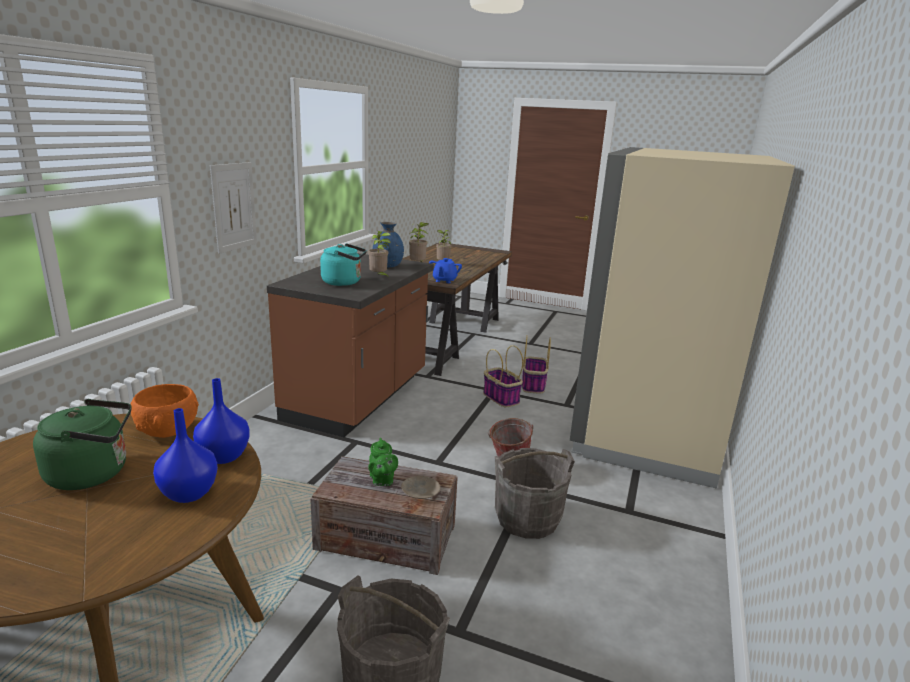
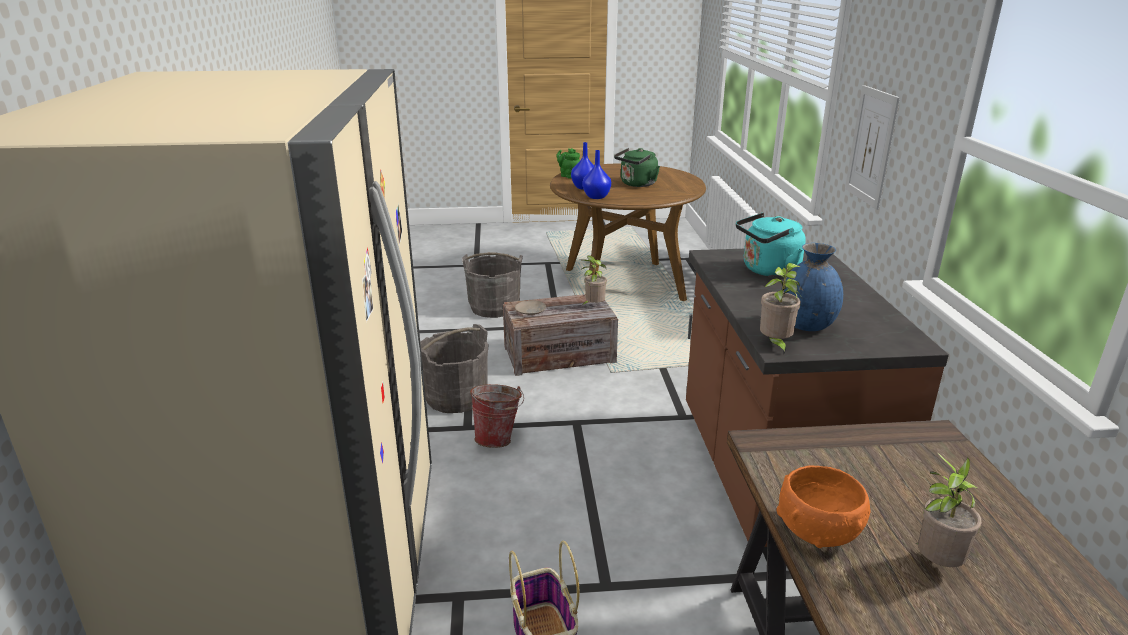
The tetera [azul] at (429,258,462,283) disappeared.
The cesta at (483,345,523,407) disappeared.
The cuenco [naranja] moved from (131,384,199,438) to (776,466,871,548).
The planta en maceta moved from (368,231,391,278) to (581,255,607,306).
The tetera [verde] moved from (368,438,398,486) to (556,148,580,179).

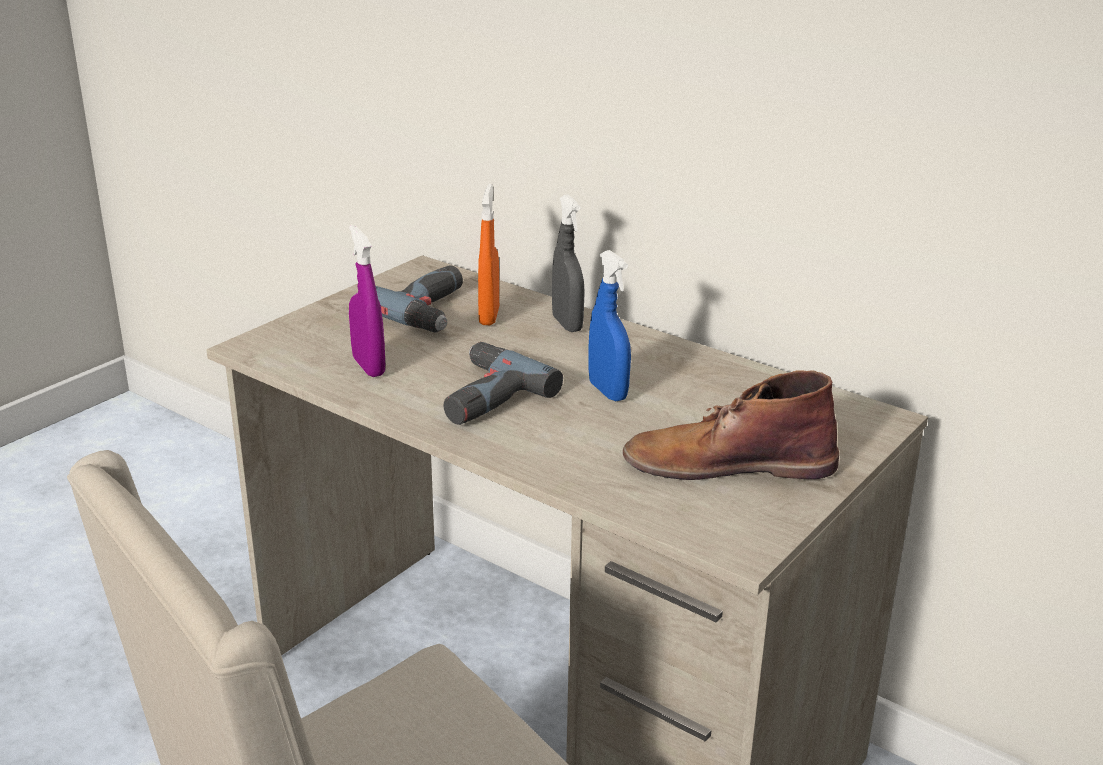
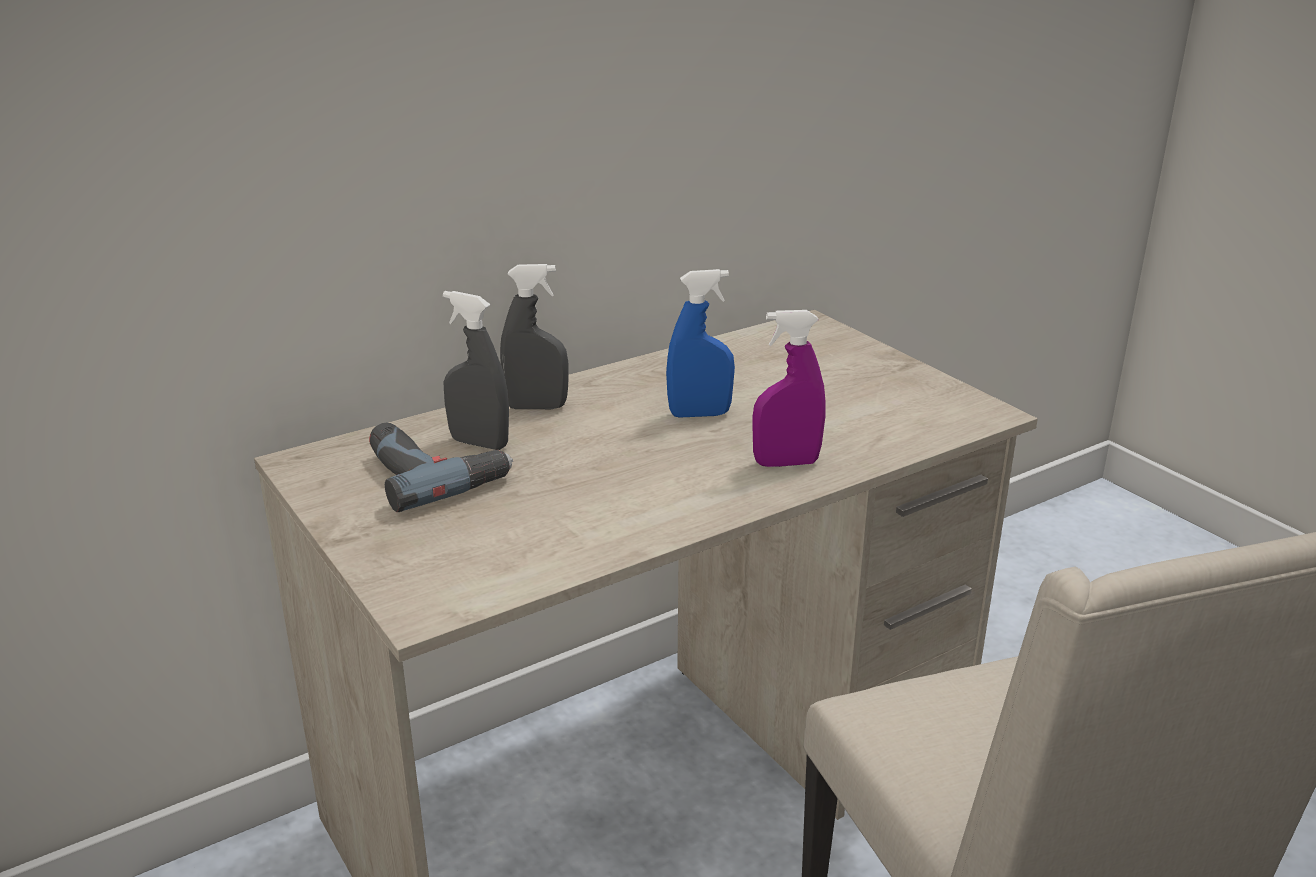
The taladro at (443,342,563,425) disappeared.
The bota [marrón] at (623,370,839,480) disappeared.
The pulverizador [morado] moved from (349,225,385,377) to (752,310,825,467).
The pulverizador [naranja] at (478,184,499,325) became the pulverizador [gris] at (443,291,509,450).

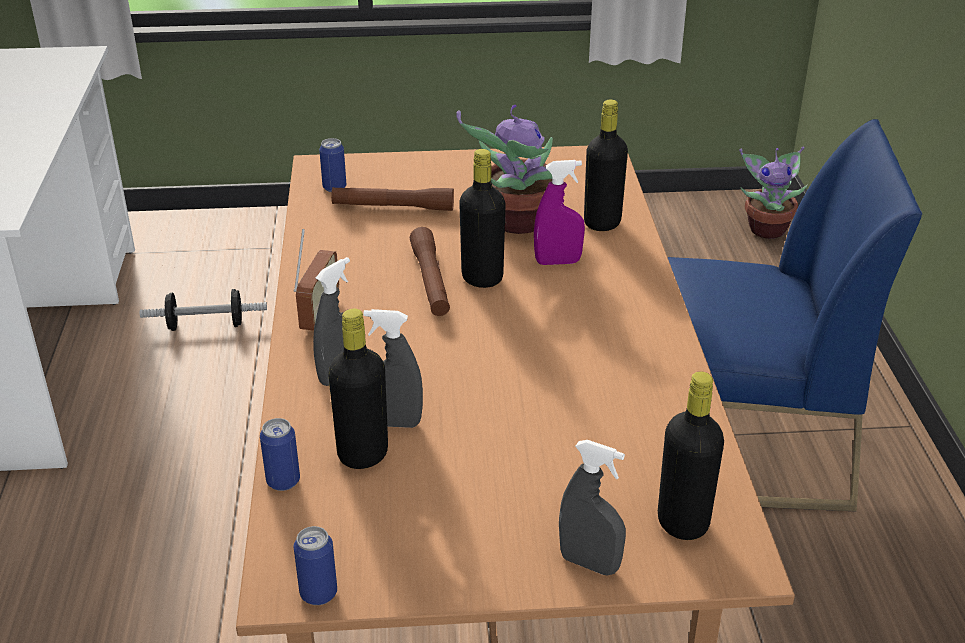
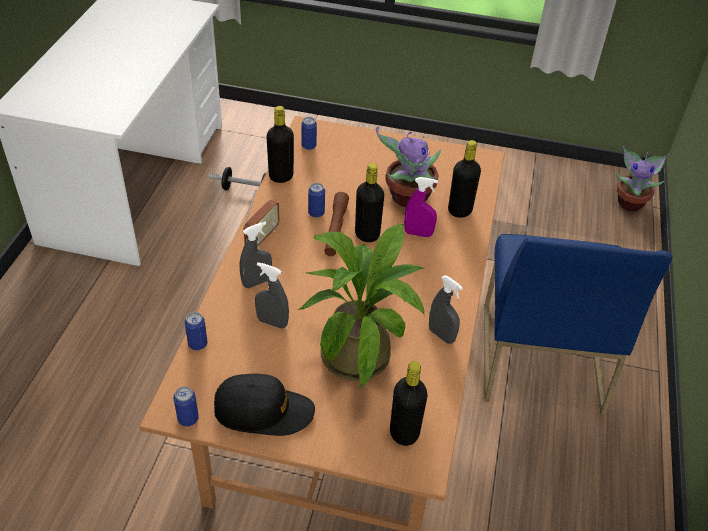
The linterna [marrón] at (331,187,454,211) disappeared.
The gorra [negro] at (214,374,315,436) appeared.
The planta en maceta at (299,224,425,388) appeared.
The lata at (308,183,325,218) appeared.
The botella [negro] moved from (328,309,388,469) to (266,106,294,183).
The pulverizador [gris] moved from (559,440,626,576) to (429,275,463,344).
The silla [azul] at (668,119,922,511) turned 75 degrees clockwise.

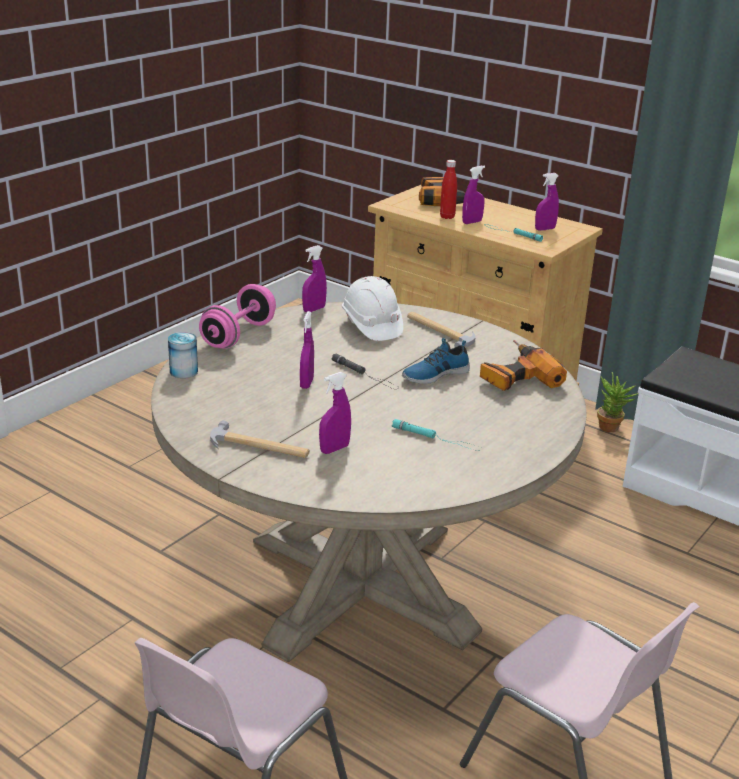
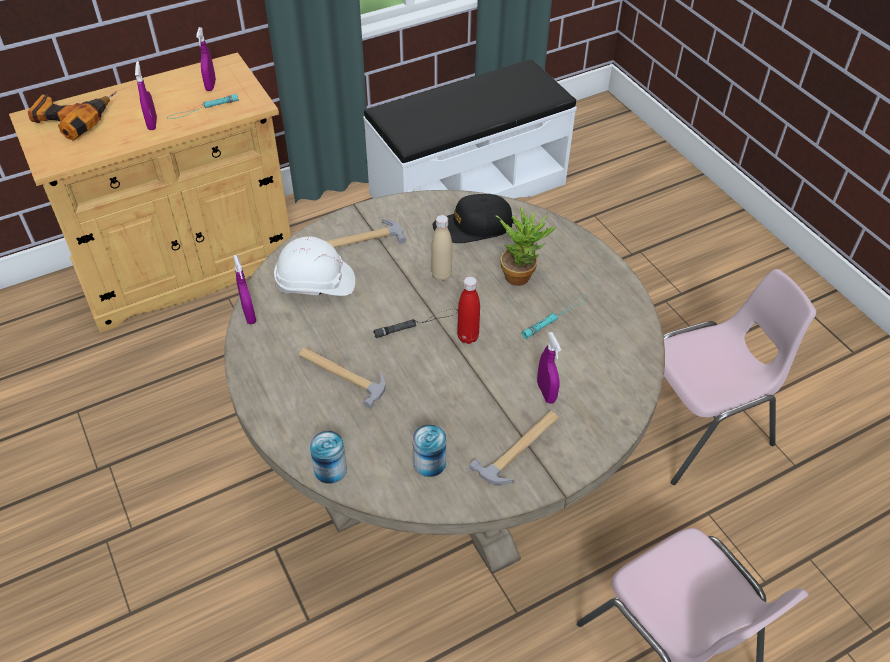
The mancuerna [rosa] at (199,284,276,349) disappeared.
The pulverizador [morado] at (300,311,314,389) disappeared.
The martillo at (299,347,386,408) appeared.
The lata at (413,424,446,477) appeared.
The botella [rojo] moved from (440,160,457,219) to (457,276,480,344).
The planta en maceta moved from (597,372,639,432) to (496,207,557,286).
The zapato at (402,338,470,384) was replaced by the botella [beis] at (431,215,452,282).
The taladro at (480,340,567,391) was replaced by the gorra [negro] at (433,194,514,243).

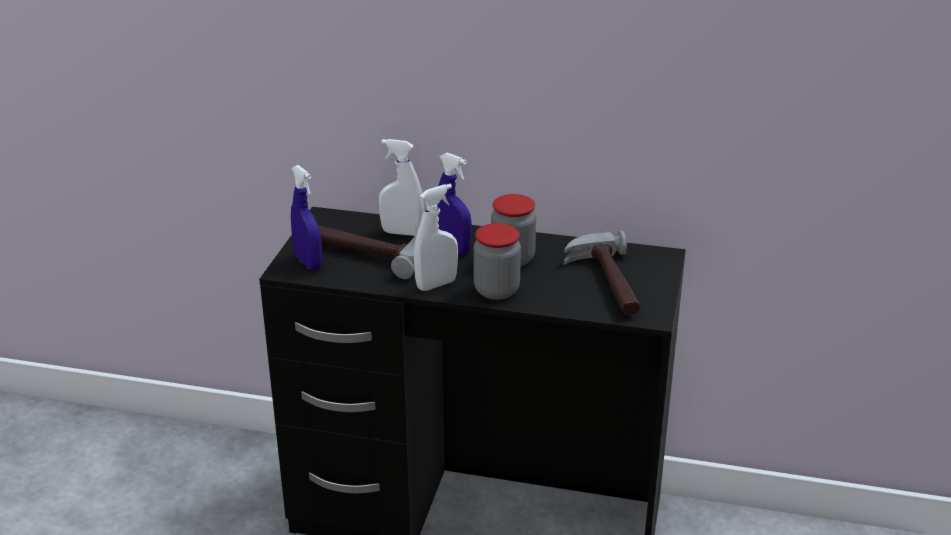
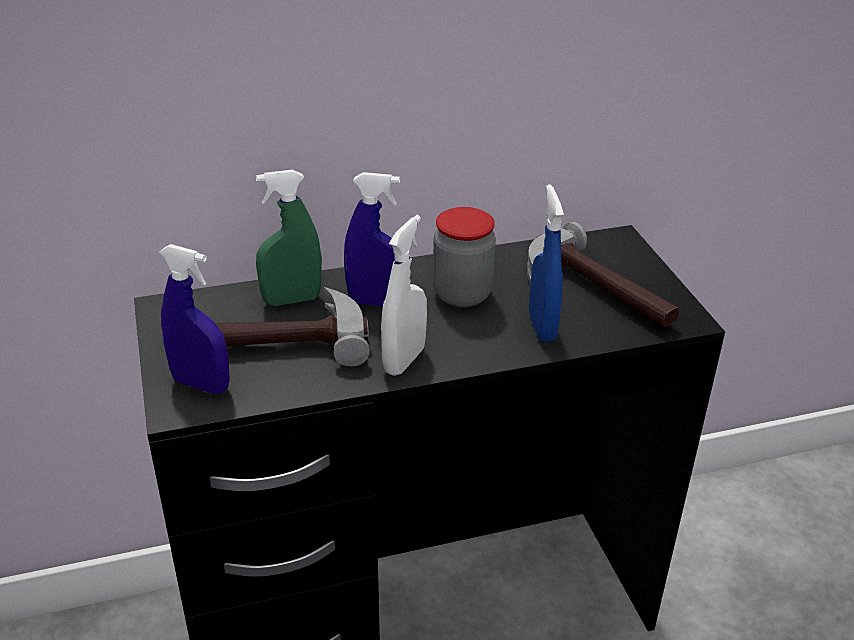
The tarro at (474,223,521,300) disappeared.
The pulverizador [azul] at (529,184,564,342) appeared.
The pulverizador [blanco] at (379,139,424,236) became the pulverizador [verde] at (256,170,322,306).

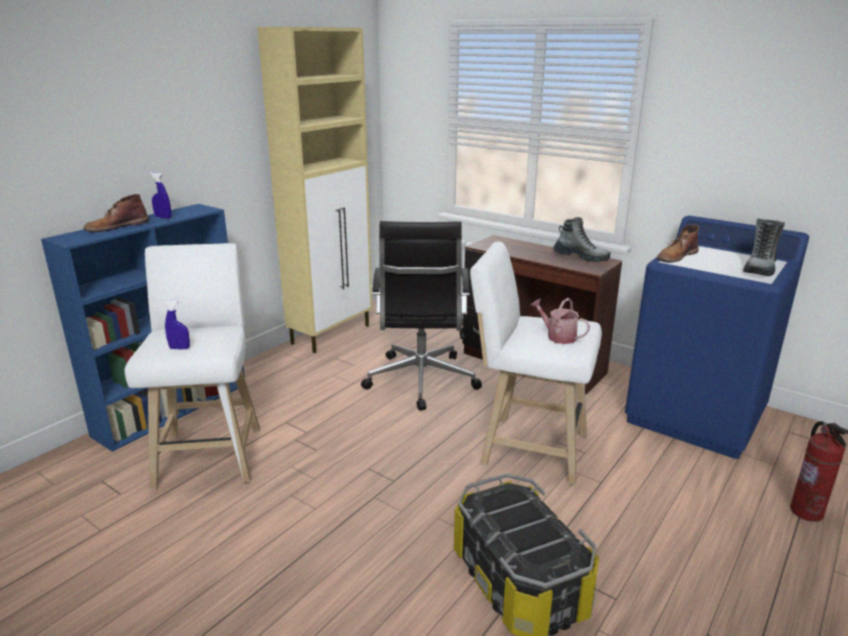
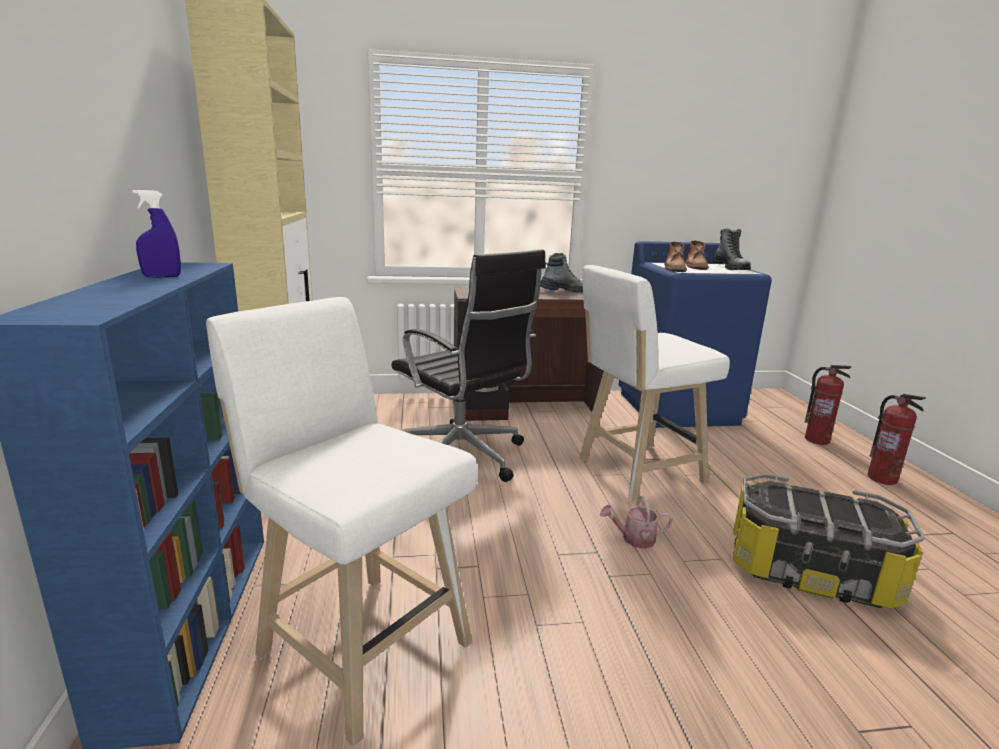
The pulverizador [azul] at (165,300,190,350) disappeared.
The extintor at (868,394,926,485) appeared.
The bota [marrón] moved from (83,194,149,232) to (685,240,709,270).
The regadera moved from (530,298,590,344) to (600,496,673,549).

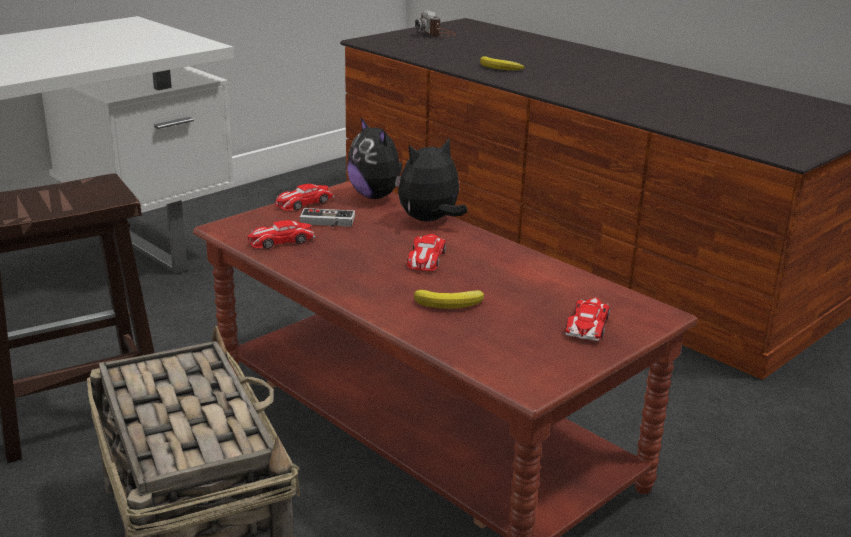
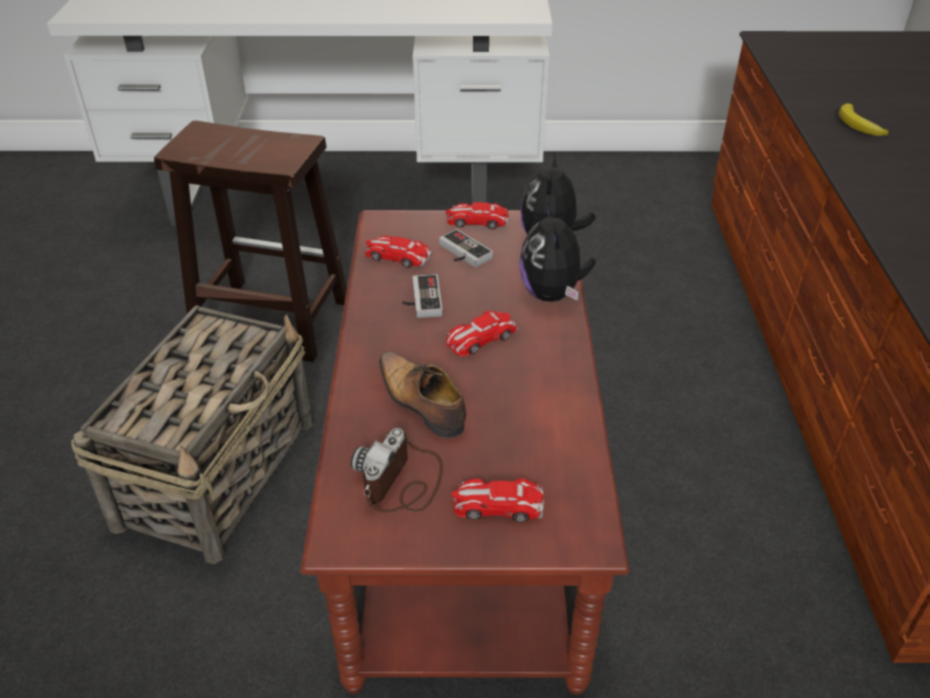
The mando de consola at (402,274,443,318) appeared.
The cámara moved from (415,10,456,37) to (351,428,443,512).
The plátano at (414,290,484,309) was replaced by the zapato at (379,351,466,438).
The peluche at (398,138,468,222) turned 105 degrees counterclockwise.
The coche de juguete at (565,298,610,341) turned 150 degrees counterclockwise.

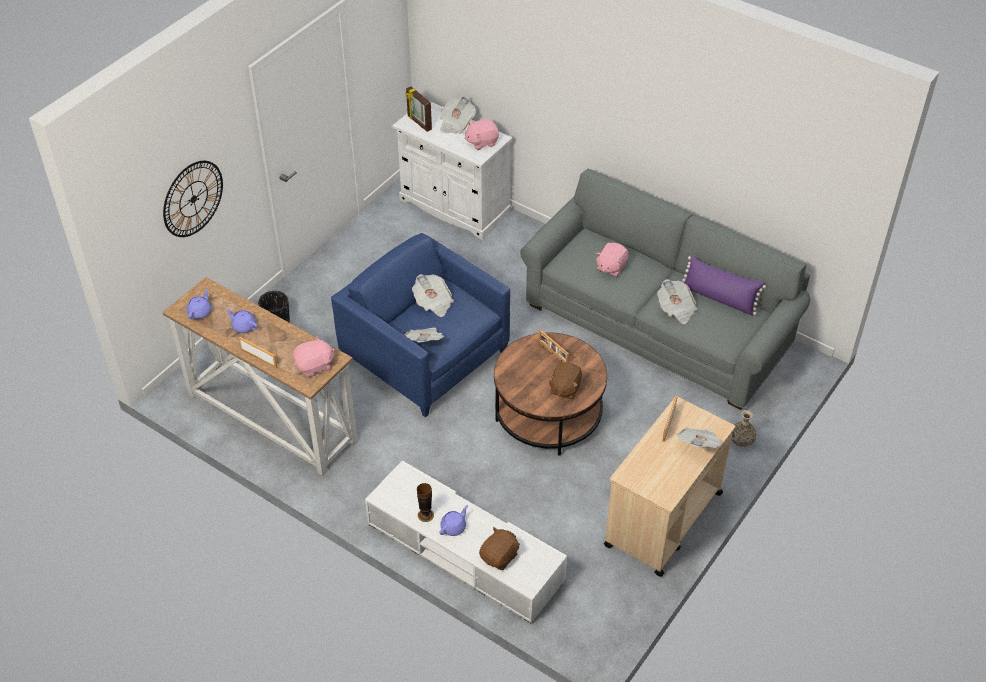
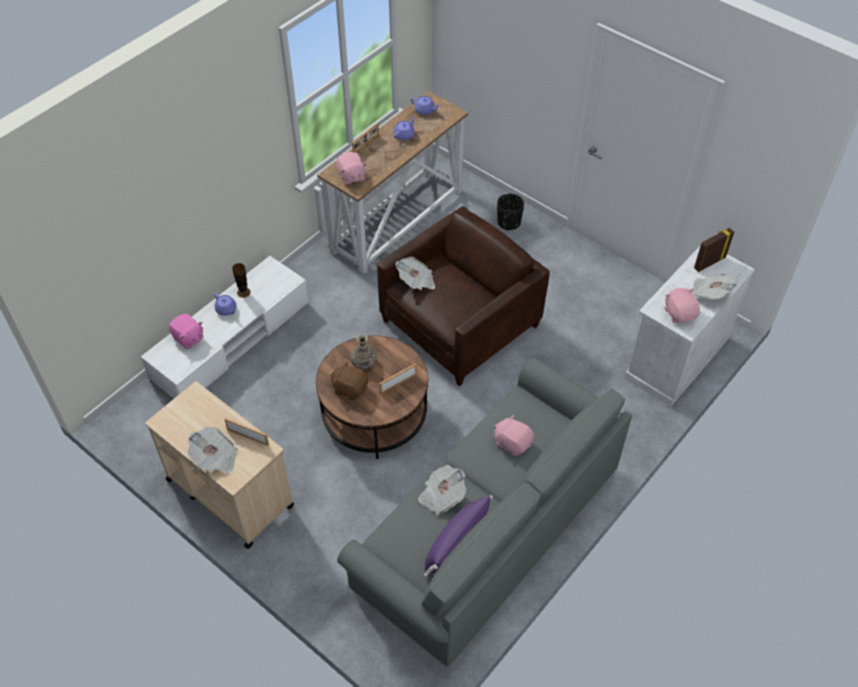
The reloj de pared at (163,161,223,237) disappeared.
The periódico at (412,274,454,317) disappeared.
The florero moved from (731,410,756,447) to (351,334,377,369).
The sillón [azul] at (331,233,510,418) became the sillón [marrón] at (377,206,550,386).
The peluche [marrón] at (479,527,520,570) became the peluche [rosa] at (169,314,204,349).

